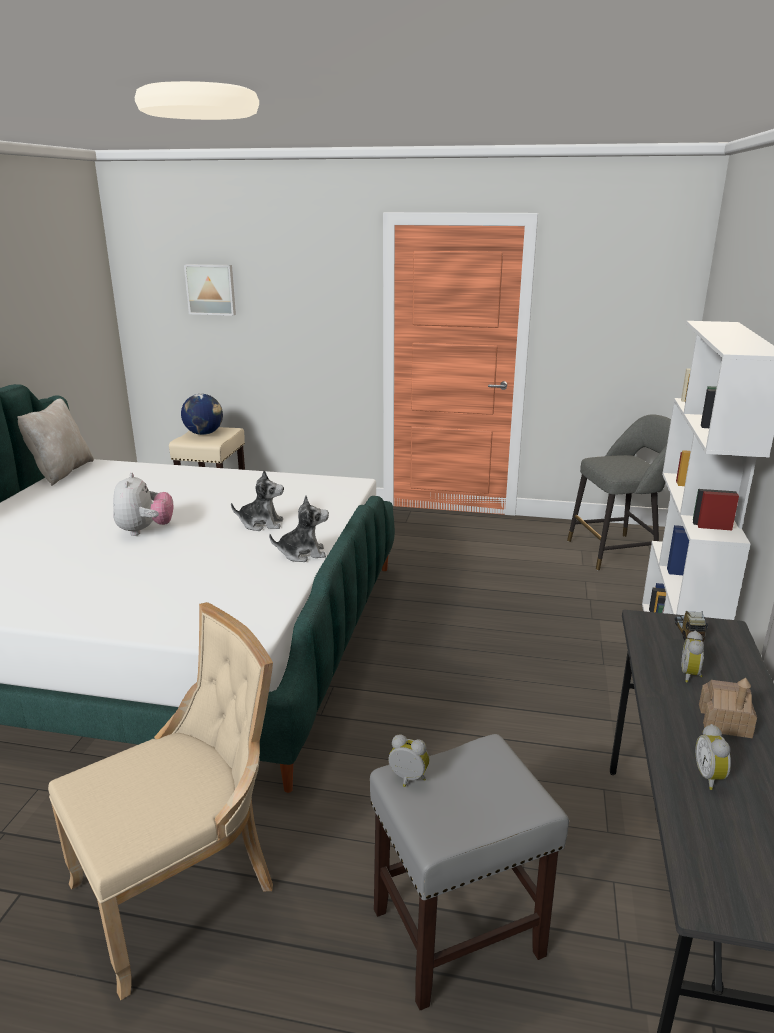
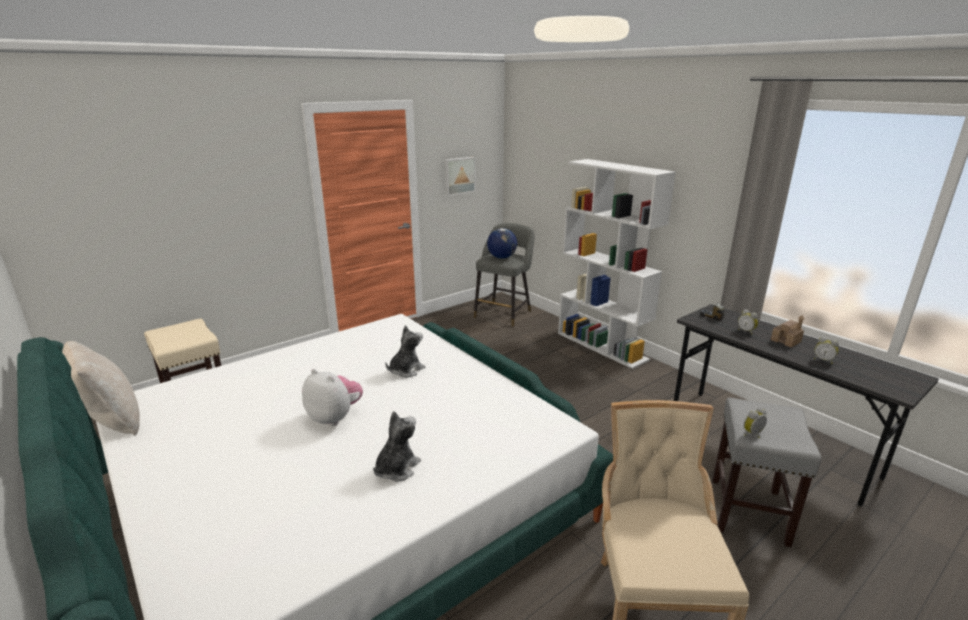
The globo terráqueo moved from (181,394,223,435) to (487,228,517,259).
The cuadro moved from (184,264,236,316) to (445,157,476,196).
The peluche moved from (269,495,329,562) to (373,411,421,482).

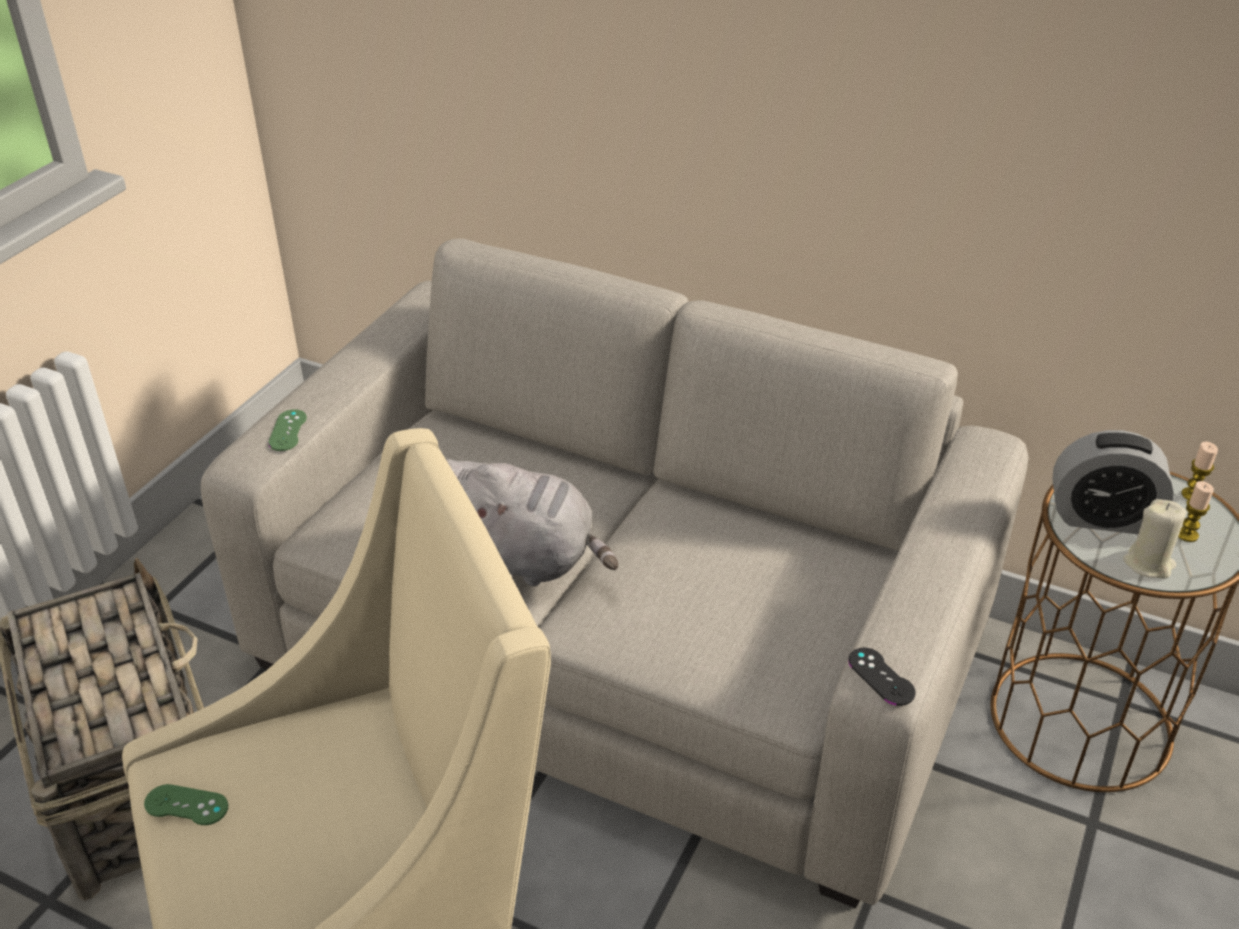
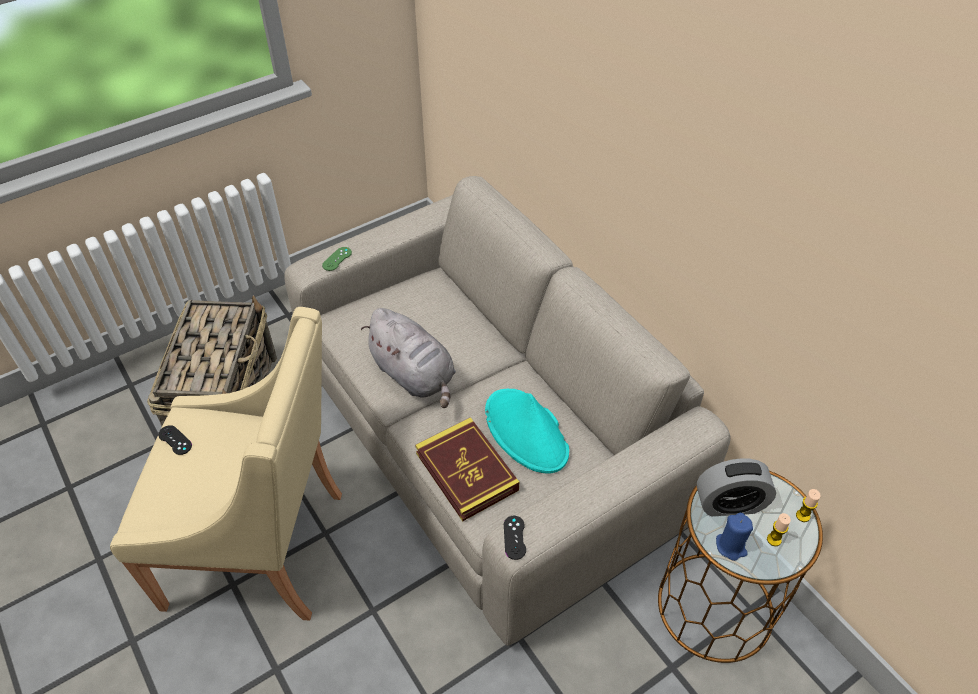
The libro at (415,417,519,521) appeared.
The sombrero [turquesa] at (485,389,569,473) appeared.
The mando de consola [verde] at (144,784,228,825) became the mando de consola [negro] at (158,425,192,455).
The vela [beis] at (1123,499,1186,579) became the vela [azul] at (716,513,753,561).
The despertador at (1052,430,1174,534) turned 45 degrees counterclockwise.

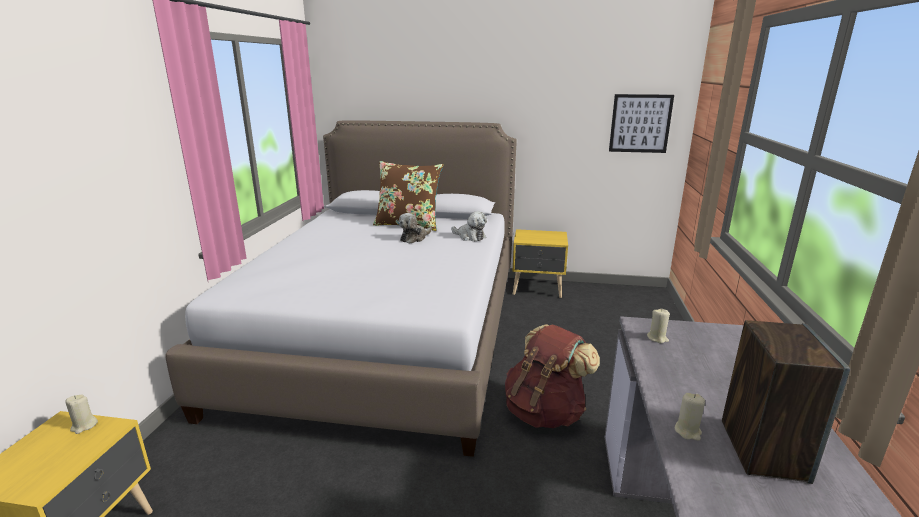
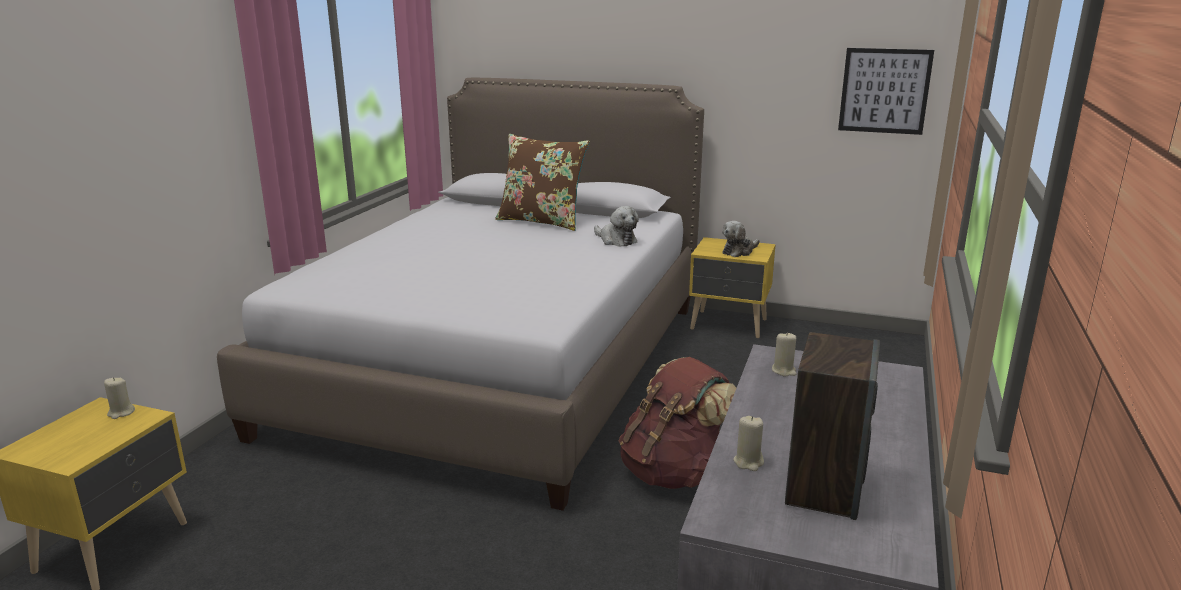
The peluche moved from (399,213,432,244) to (722,221,760,257).

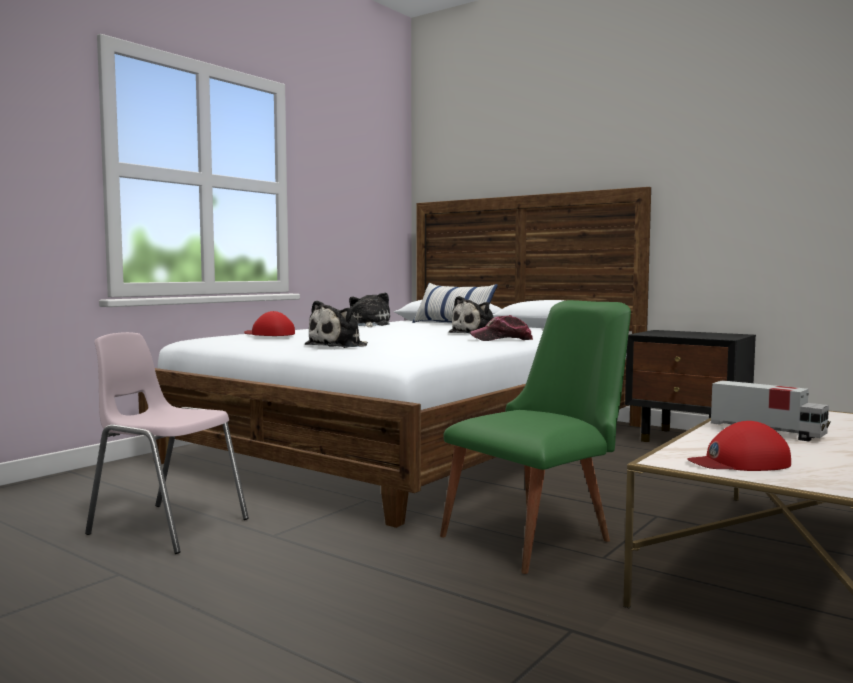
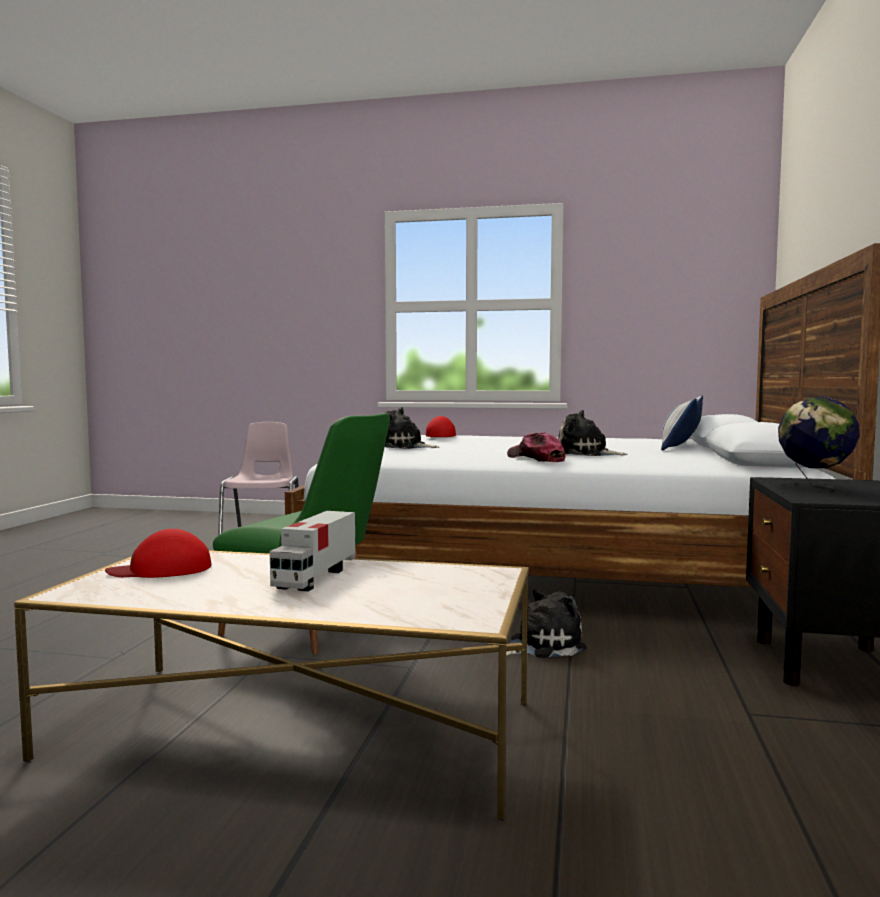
The globo terráqueo at (778,397,859,490) appeared.
The peluche moved from (349,292,390,327) to (506,588,587,658).
The gorra [rojo] at (687,421,791,471) turned 75 degrees counterclockwise.

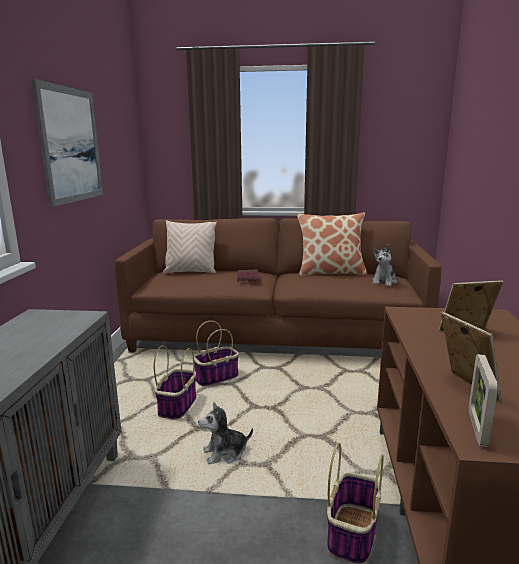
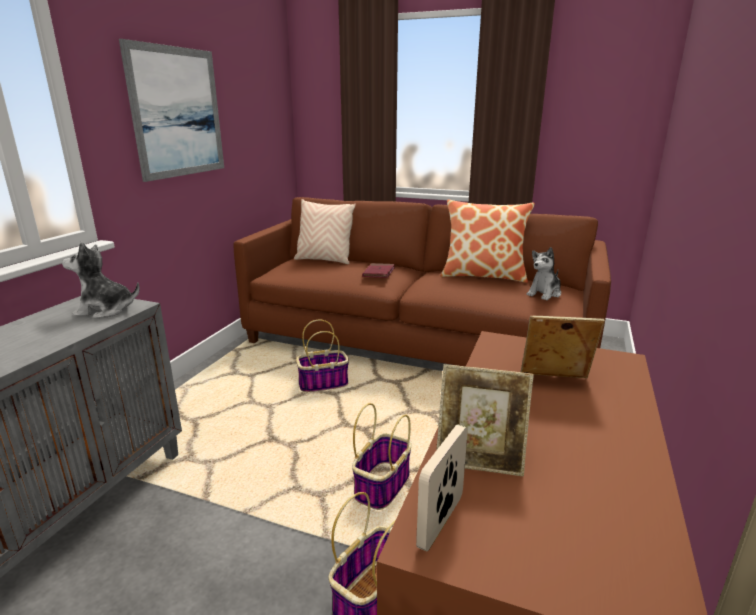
The cesta moved from (154,345,196,420) to (352,403,412,510).
The peluche moved from (198,402,253,464) to (62,242,139,319).
The portarretratos at (441,312,501,402) turned 105 degrees clockwise.

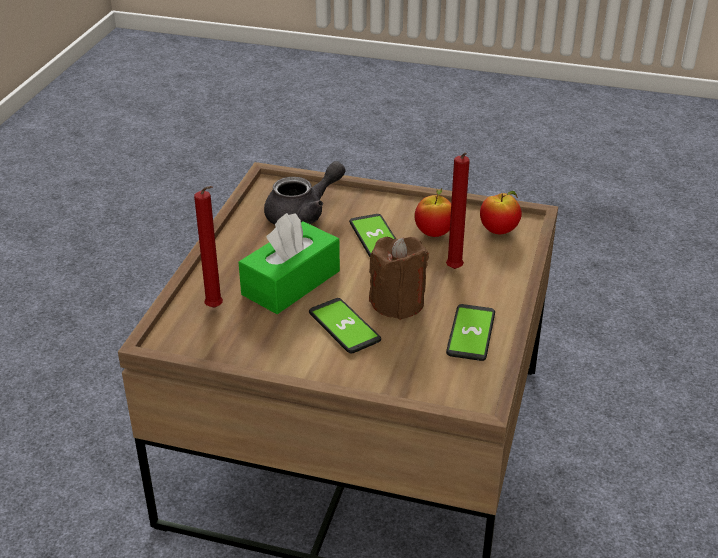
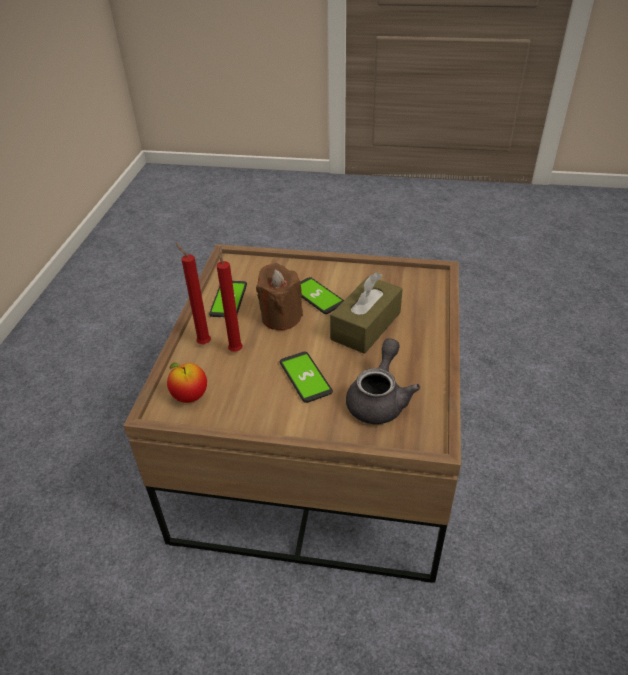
The manzana at (414,188,451,237) disappeared.
The vela [rojo] moved from (194,186,223,308) to (176,243,211,344).
The caja de pañuelos [verde] at (238,213,340,314) became the caja de pañuelos [marrón] at (330,272,403,354).
The tetera [gris] at (264,161,345,225) turned 150 degrees clockwise.

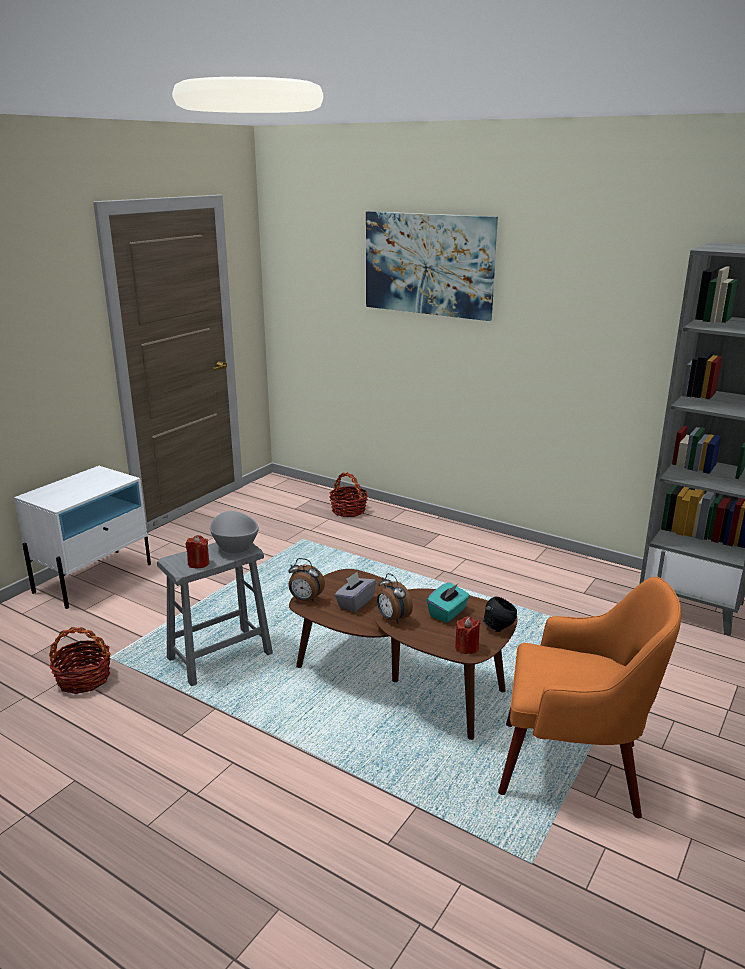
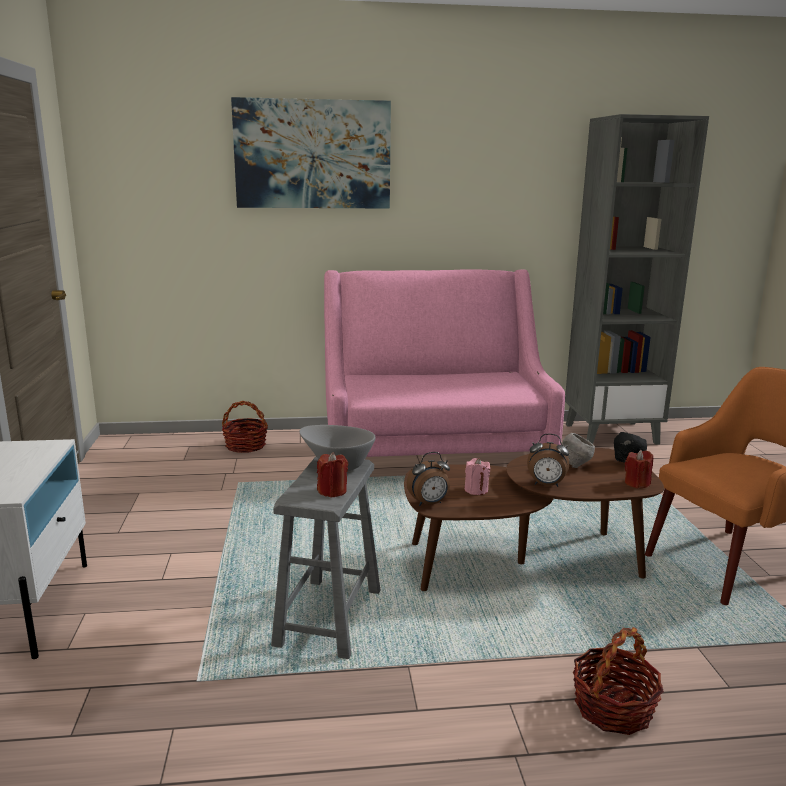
The sofá [rosa] at (324,269,565,457) appeared.
The cesta moved from (49,627,111,694) to (573,627,664,735).
The caja de pañuelos [gris] at (335,572,376,612) was replaced by the vela [rosa] at (465,458,490,495).
The caja de pañuelos [turquesa] at (427,582,470,623) was replaced by the cuenco [gris] at (562,433,595,468).

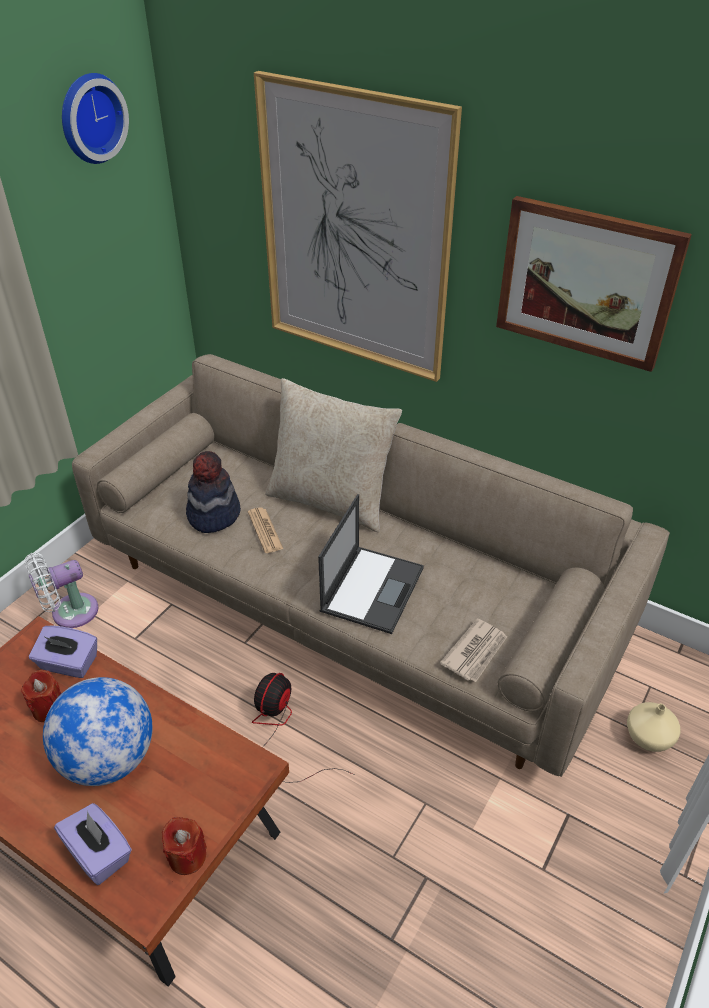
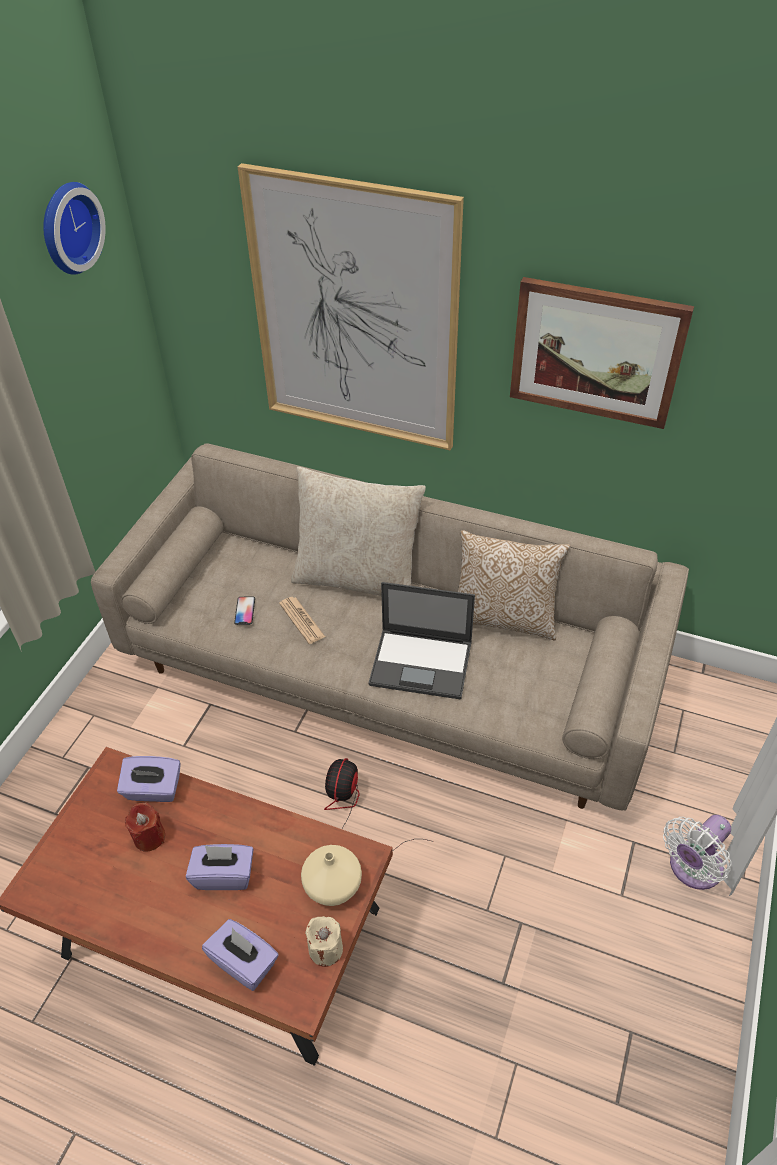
The periódico at (440,618,507,682) disappeared.
The cojín at (458,530,570,640) appeared.
The ventilador [blanco] moved from (25,552,98,628) to (663,815,731,890).
The florero [beis] moved from (627,702,681,752) to (301,845,362,906).
The globo terráqueo at (43,677,153,786) was replaced by the caja de pañuelos [morado] at (186,844,254,890).
The sombrero at (186,451,241,533) was replaced by the móvil at (234,596,255,625).
The vela [rojo] at (162,817,207,875) became the vela [beis] at (305,916,343,967).
The portátil at (318,494,424,634) turned 90 degrees clockwise.

